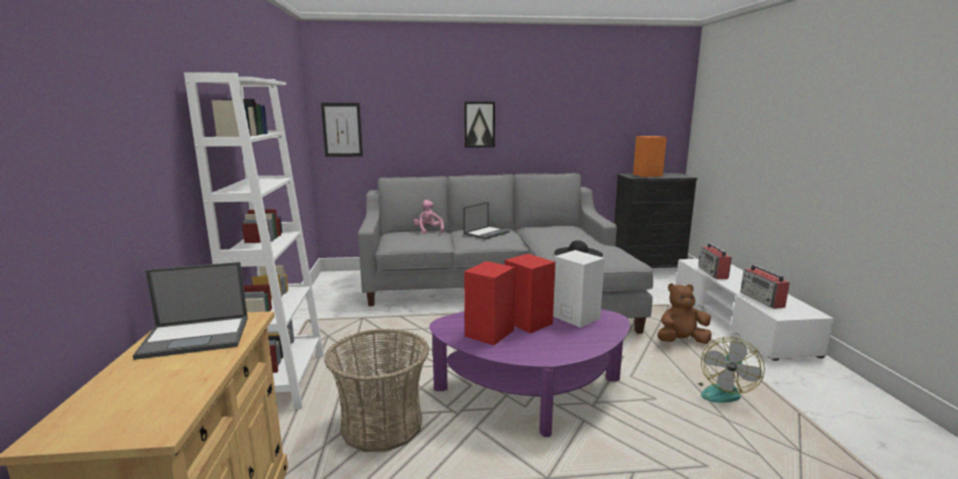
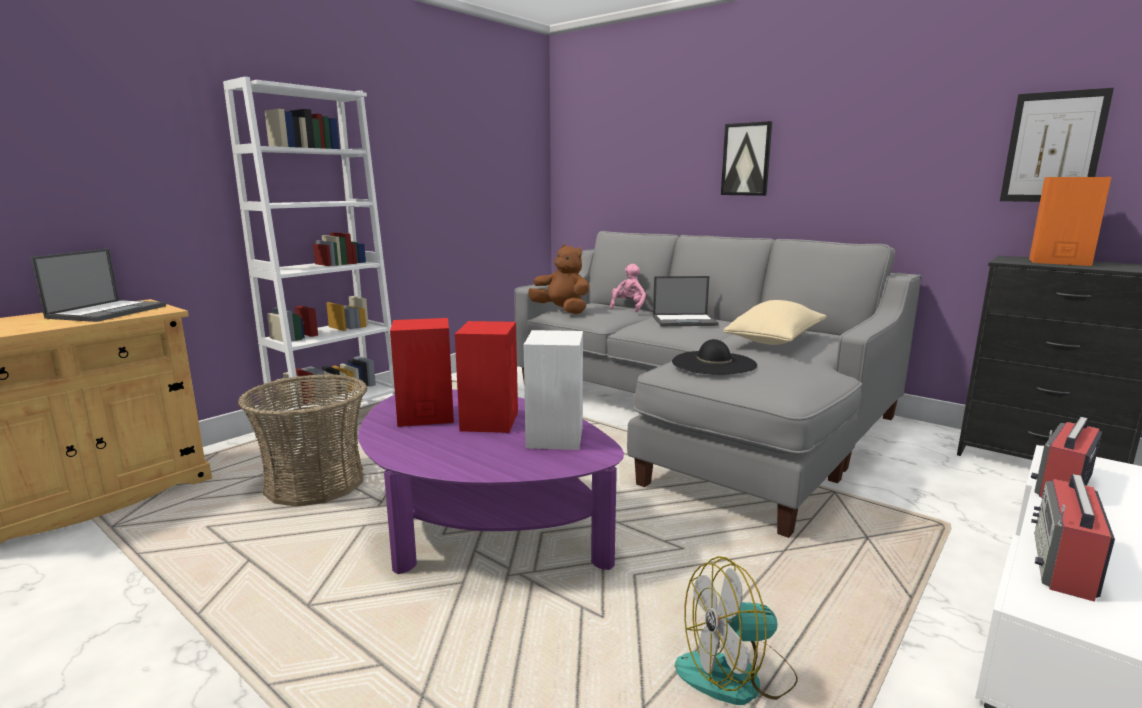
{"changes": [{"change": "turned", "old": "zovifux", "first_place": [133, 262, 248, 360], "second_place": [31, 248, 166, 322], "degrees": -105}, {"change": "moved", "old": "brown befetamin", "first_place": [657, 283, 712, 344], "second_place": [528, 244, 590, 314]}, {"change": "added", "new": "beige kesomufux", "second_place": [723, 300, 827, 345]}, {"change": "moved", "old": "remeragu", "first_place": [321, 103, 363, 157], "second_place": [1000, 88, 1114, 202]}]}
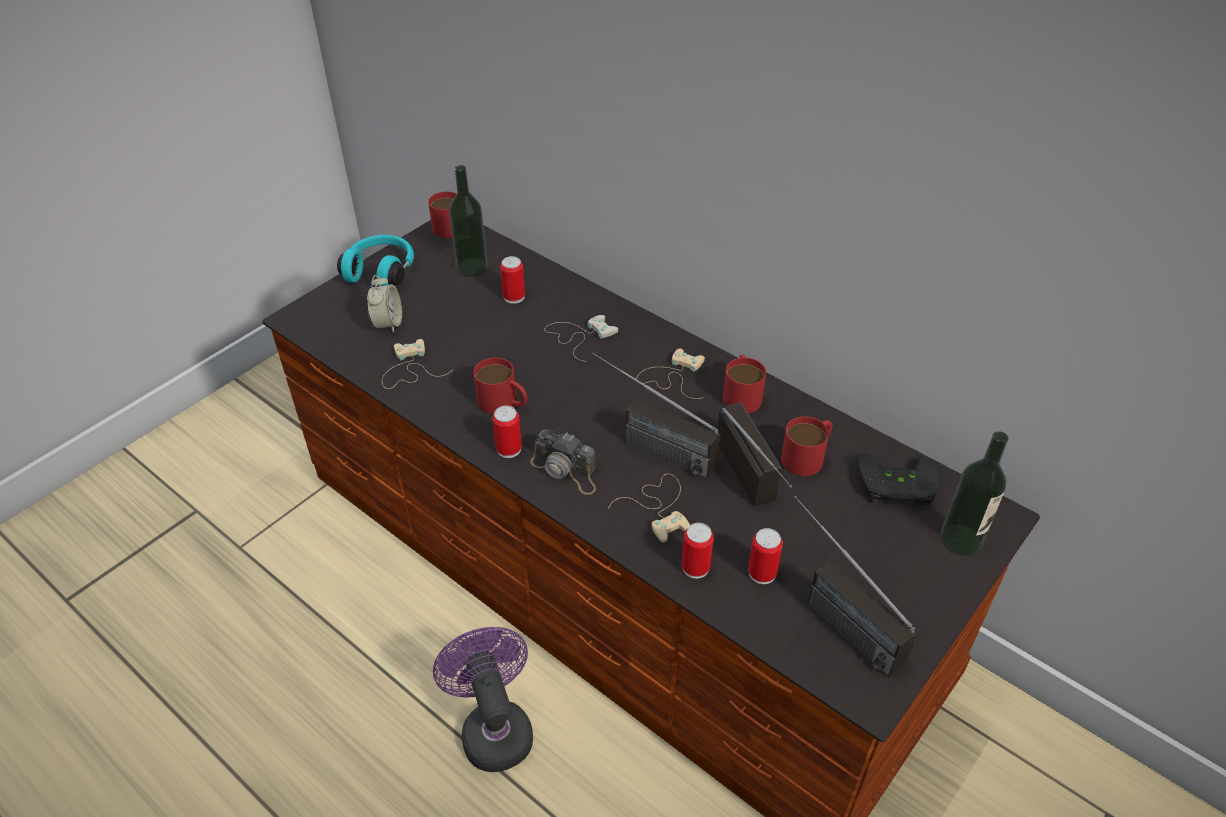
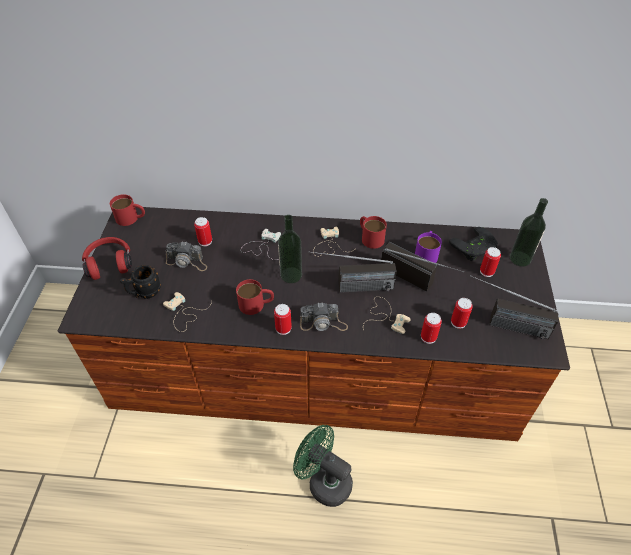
{"changes": [{"change": "recoloured", "old": "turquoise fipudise", "new": "red fipudise", "first_place": [337, 235, 414, 287], "second_place": [82, 237, 132, 280]}, {"change": "replaced", "old": "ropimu", "new": "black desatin", "first_place": [366, 275, 402, 333], "second_place": [120, 265, 161, 299]}, {"change": "added", "new": "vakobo", "second_place": [165, 241, 207, 271]}, {"change": "moved", "old": "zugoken", "first_place": [449, 165, 488, 277], "second_place": [278, 215, 302, 283]}, {"change": "recoloured", "old": "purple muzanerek", "new": "green muzanerek", "first_place": [433, 627, 533, 772], "second_place": [293, 425, 353, 507]}, {"change": "recoloured", "old": "red desatin", "new": "purple desatin", "first_place": [781, 416, 833, 476], "second_place": [415, 231, 442, 263]}, {"change": "added", "new": "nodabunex", "second_place": [480, 247, 501, 277]}]}
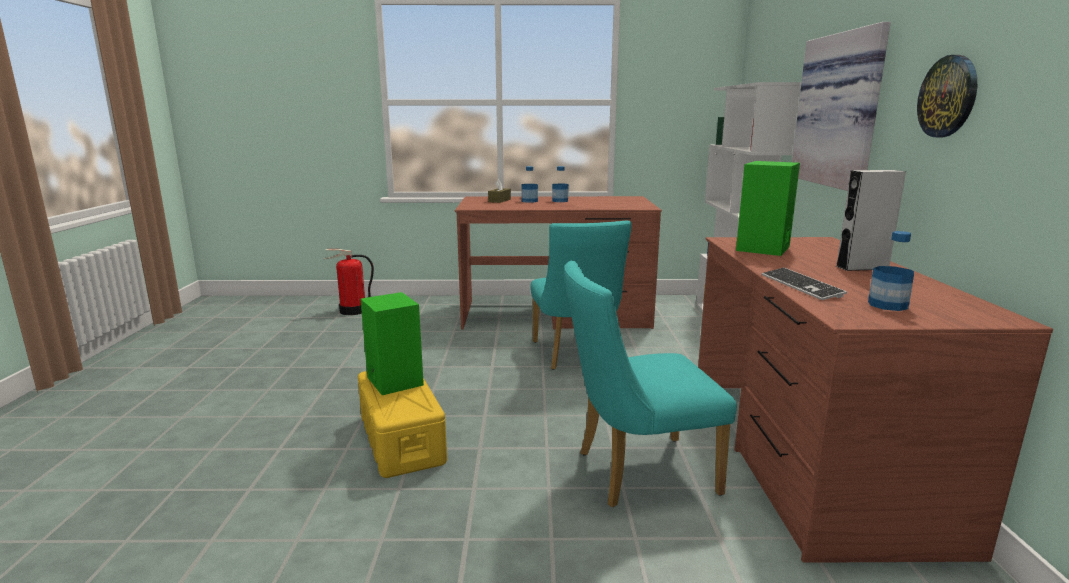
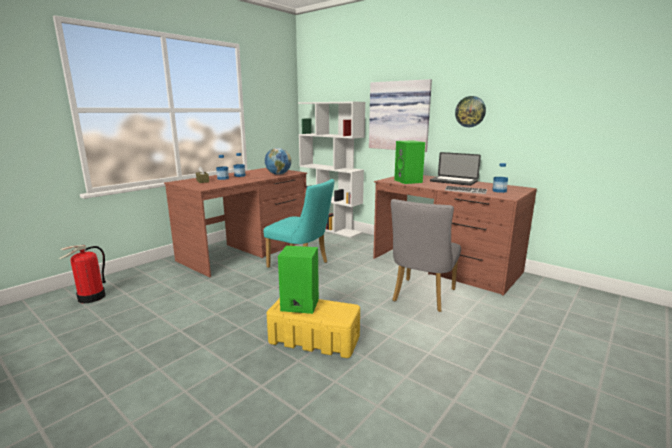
{"changes": [{"change": "added", "new": "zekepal", "second_place": [265, 148, 291, 175]}, {"change": "recoloured", "old": "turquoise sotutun", "new": "grey sotutun", "first_place": [564, 260, 737, 507], "second_place": [391, 199, 461, 312]}, {"change": "replaced", "old": "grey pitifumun", "new": "zovifux", "first_place": [836, 170, 906, 271], "second_place": [430, 152, 481, 186]}]}
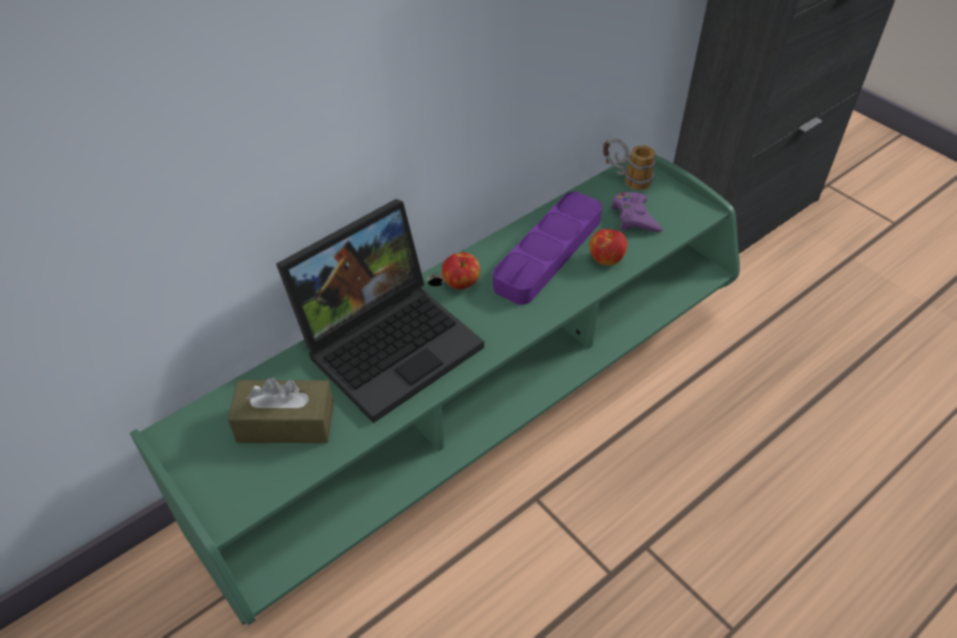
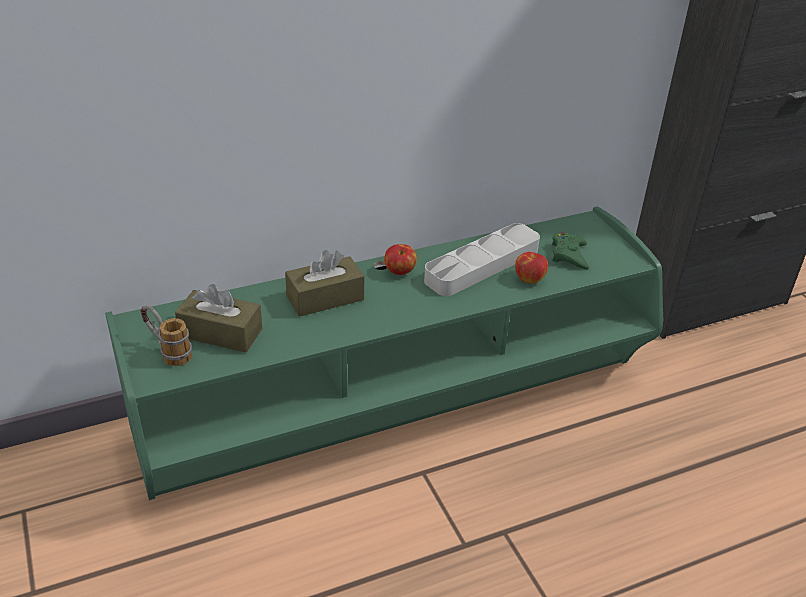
{"changes": [{"change": "moved", "old": "desatin", "first_place": [603, 139, 656, 190], "second_place": [140, 305, 192, 366]}, {"change": "replaced", "old": "zovifux", "new": "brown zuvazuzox", "first_place": [276, 199, 484, 423], "second_place": [285, 250, 364, 317]}, {"change": "recoloured", "old": "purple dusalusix", "new": "grey dusalusix", "first_place": [493, 192, 602, 305], "second_place": [424, 223, 540, 296]}, {"change": "recoloured", "old": "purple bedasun", "new": "green bedasun", "first_place": [611, 192, 662, 232], "second_place": [552, 233, 589, 269]}]}
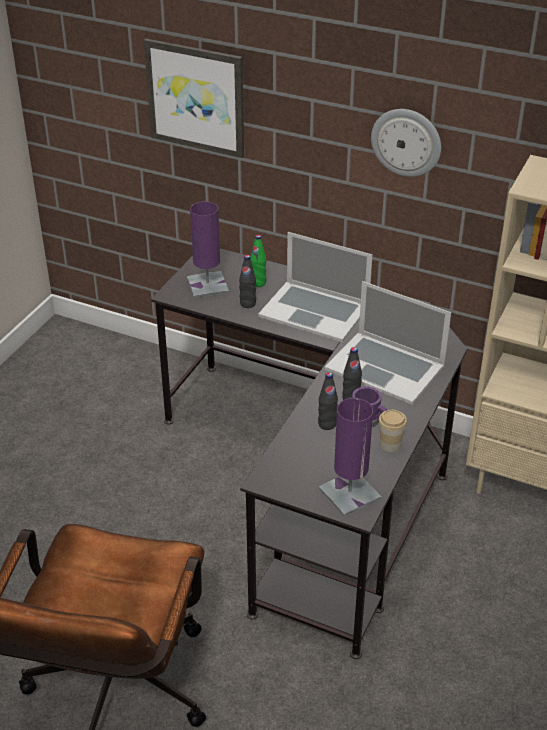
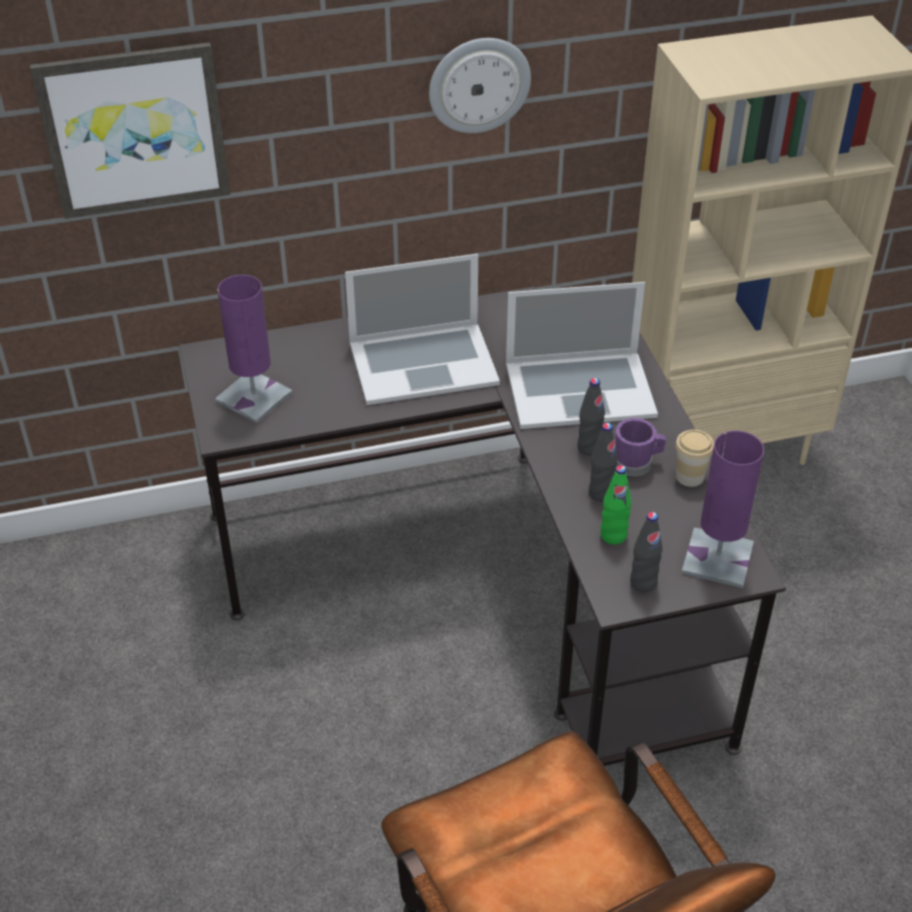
{"changes": [{"change": "moved", "old": "green zugoken", "first_place": [250, 235, 266, 287], "second_place": [601, 465, 631, 545]}, {"change": "moved", "old": "black zugoken", "first_place": [239, 255, 256, 308], "second_place": [630, 512, 663, 592]}]}
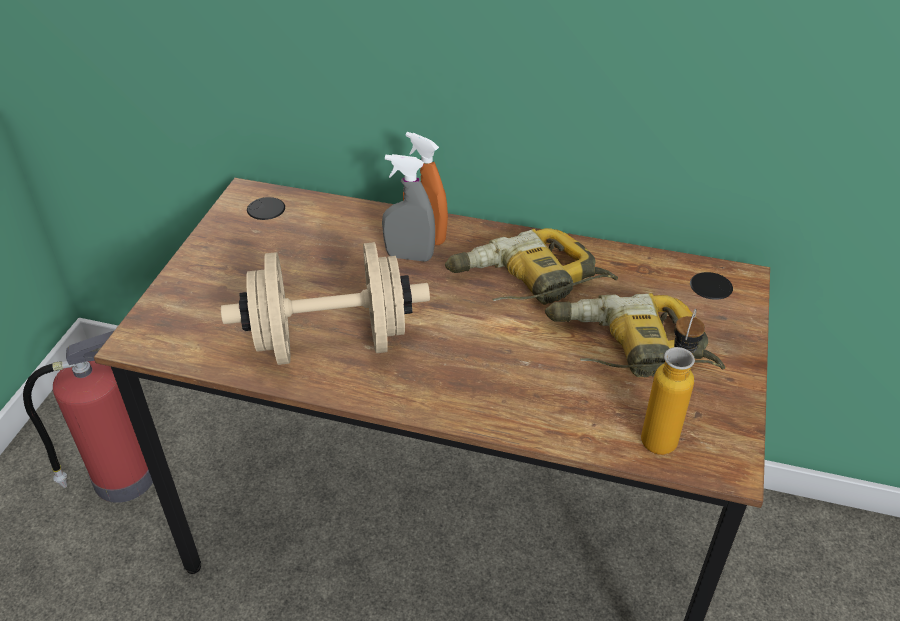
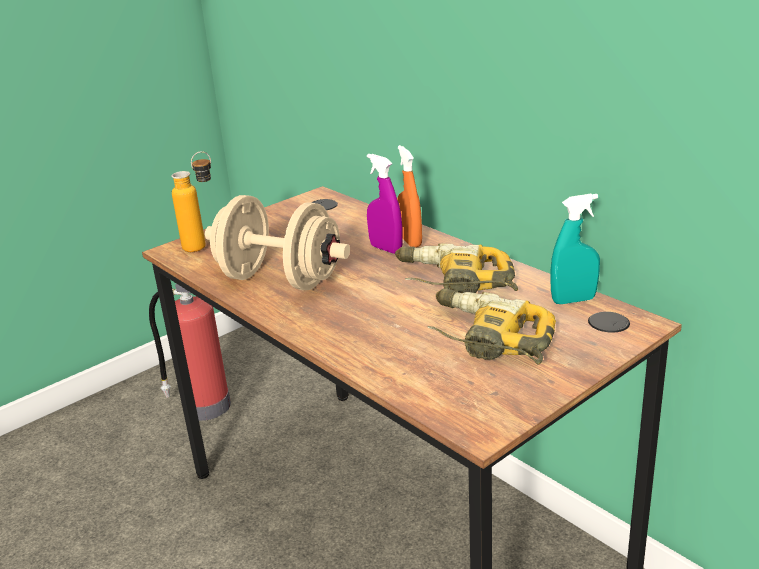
{"changes": [{"change": "moved", "old": "zugoken", "first_place": [641, 309, 705, 455], "second_place": [171, 151, 211, 252]}, {"change": "recoloured", "old": "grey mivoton", "new": "purple mivoton", "first_place": [382, 154, 435, 262], "second_place": [367, 154, 403, 254]}, {"change": "added", "new": "turquoise mivoton", "second_place": [550, 193, 600, 304]}]}
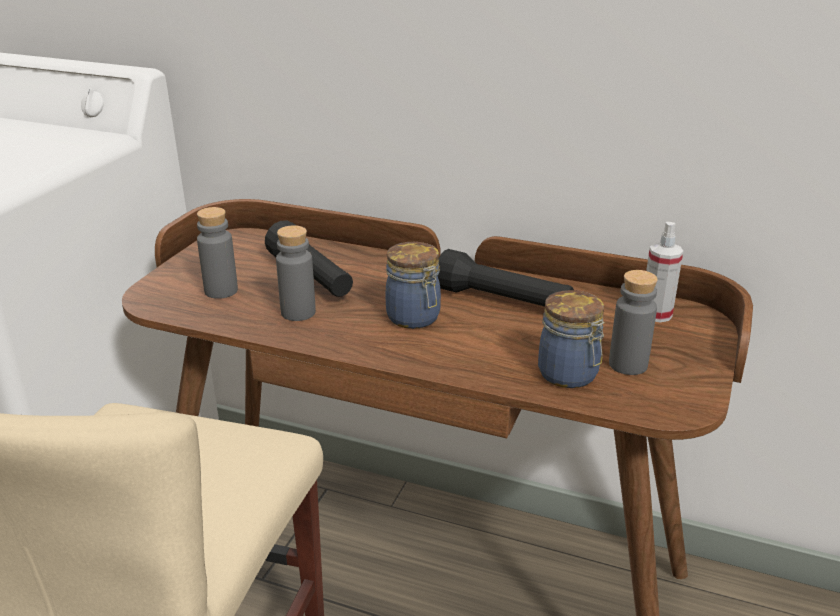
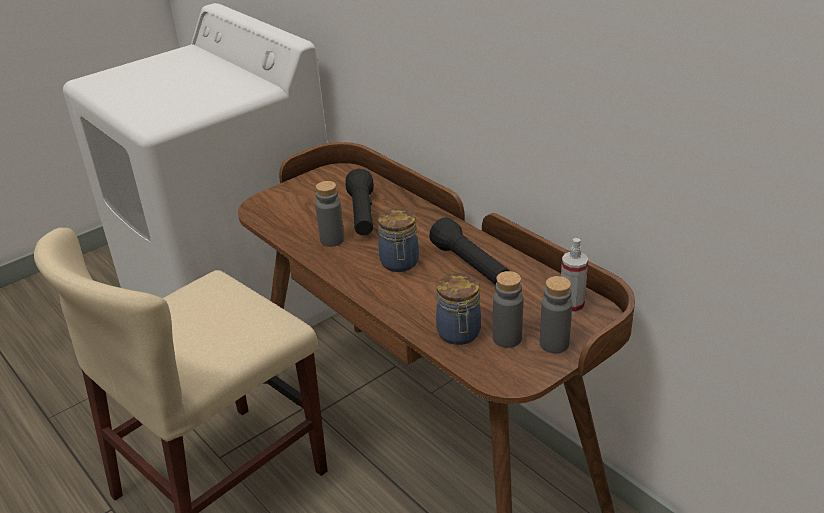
{"changes": [{"change": "moved", "old": "grey zugoken", "first_place": [197, 207, 238, 299], "second_place": [540, 276, 572, 353]}]}
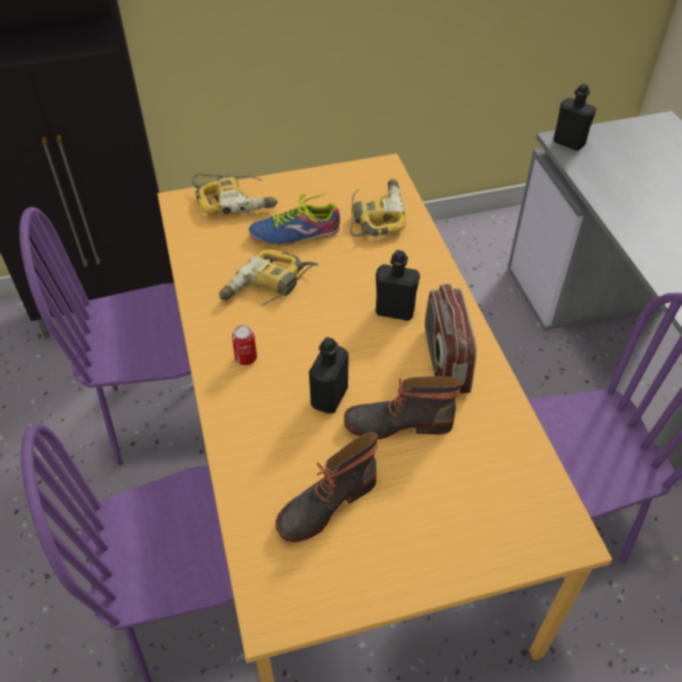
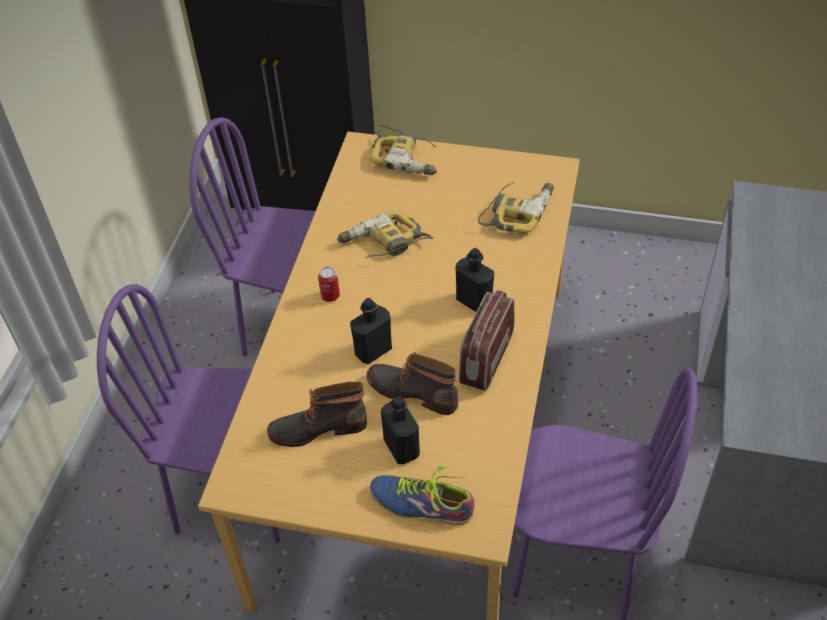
{"changes": [{"change": "moved", "old": "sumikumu", "first_place": [248, 193, 340, 246], "second_place": [370, 464, 475, 525]}, {"change": "moved", "old": "black zugoken", "first_place": [553, 83, 596, 151], "second_place": [381, 396, 420, 464]}]}
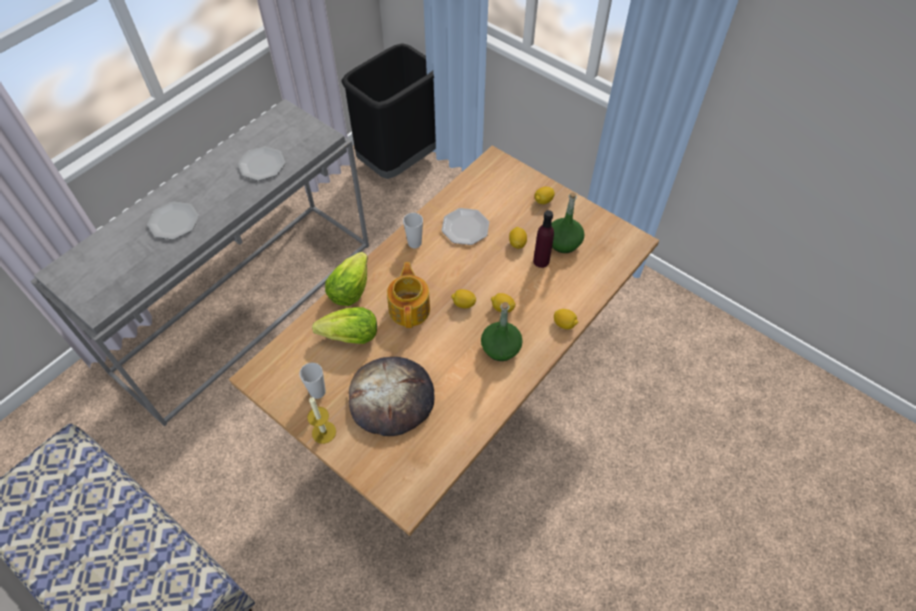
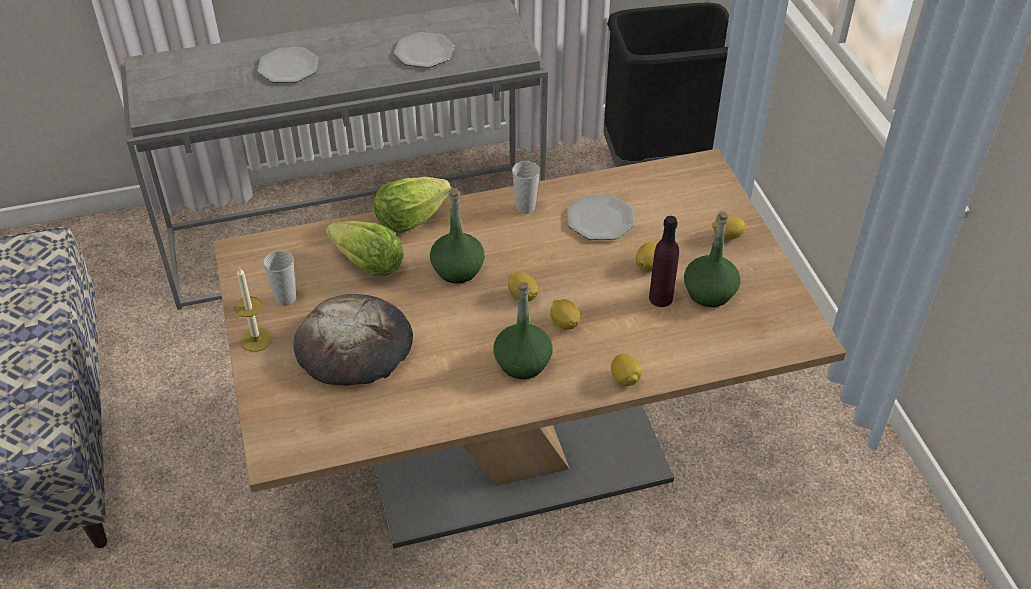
{"changes": [{"change": "replaced", "old": "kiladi", "new": "green zugoken", "first_place": [387, 262, 430, 328], "second_place": [430, 188, 485, 283]}]}
